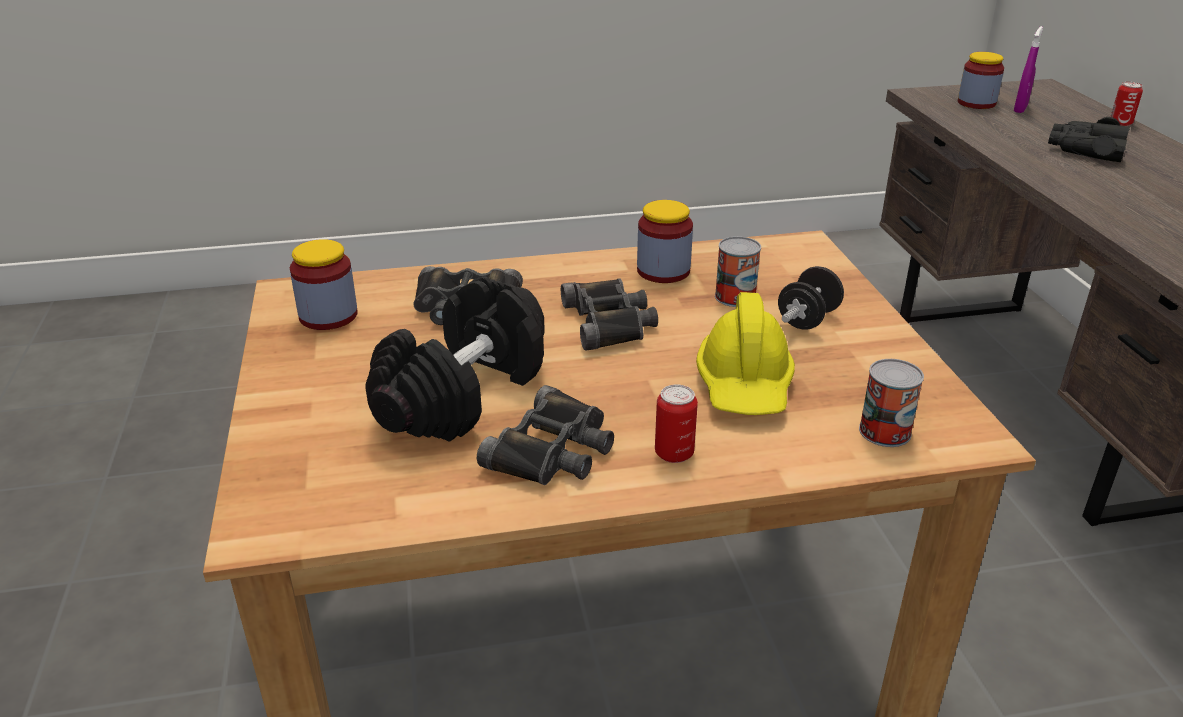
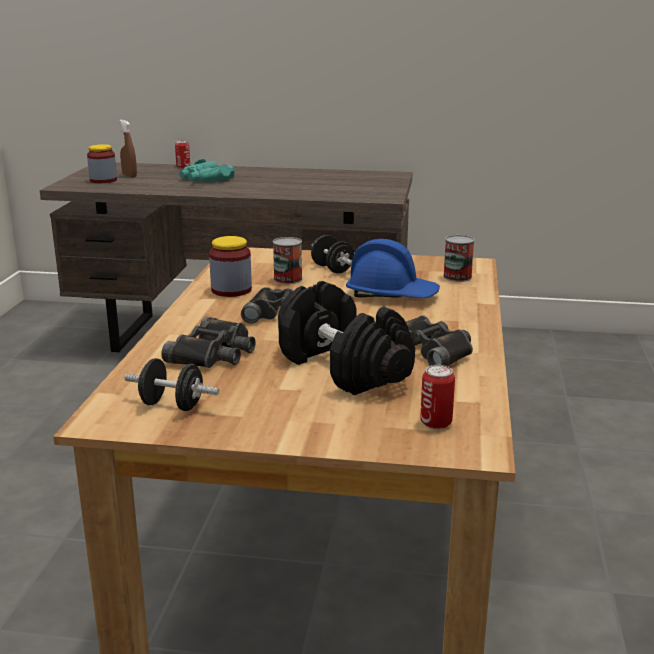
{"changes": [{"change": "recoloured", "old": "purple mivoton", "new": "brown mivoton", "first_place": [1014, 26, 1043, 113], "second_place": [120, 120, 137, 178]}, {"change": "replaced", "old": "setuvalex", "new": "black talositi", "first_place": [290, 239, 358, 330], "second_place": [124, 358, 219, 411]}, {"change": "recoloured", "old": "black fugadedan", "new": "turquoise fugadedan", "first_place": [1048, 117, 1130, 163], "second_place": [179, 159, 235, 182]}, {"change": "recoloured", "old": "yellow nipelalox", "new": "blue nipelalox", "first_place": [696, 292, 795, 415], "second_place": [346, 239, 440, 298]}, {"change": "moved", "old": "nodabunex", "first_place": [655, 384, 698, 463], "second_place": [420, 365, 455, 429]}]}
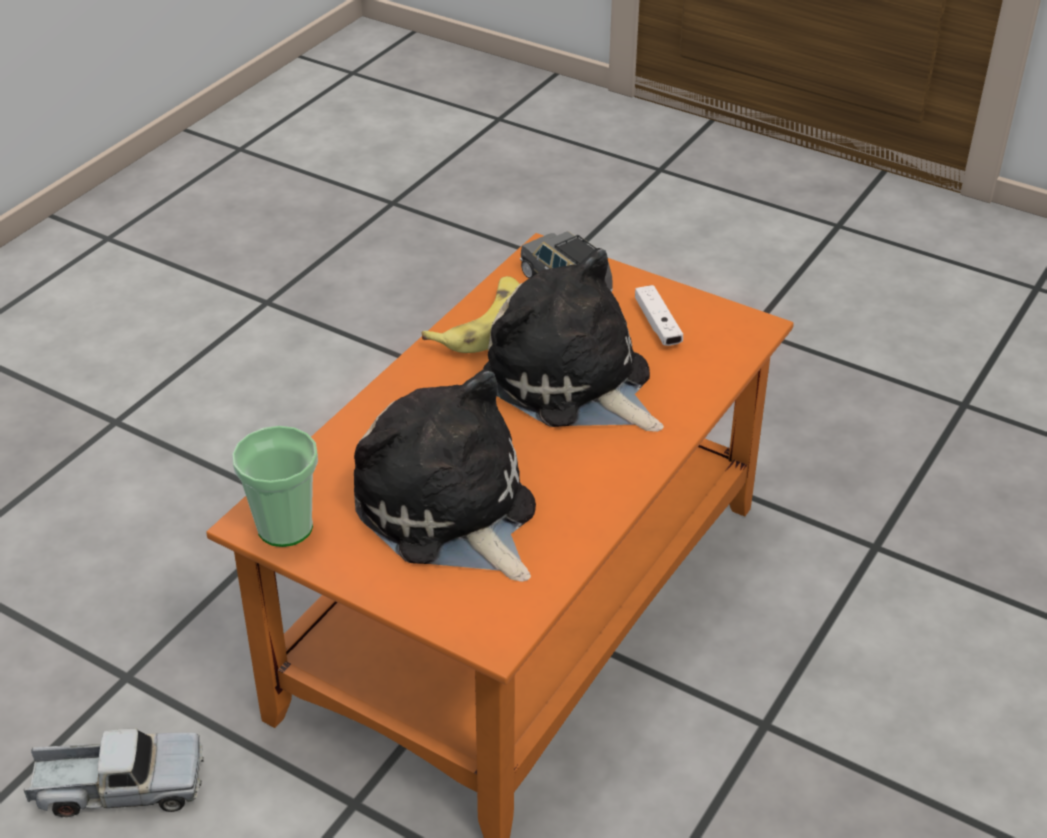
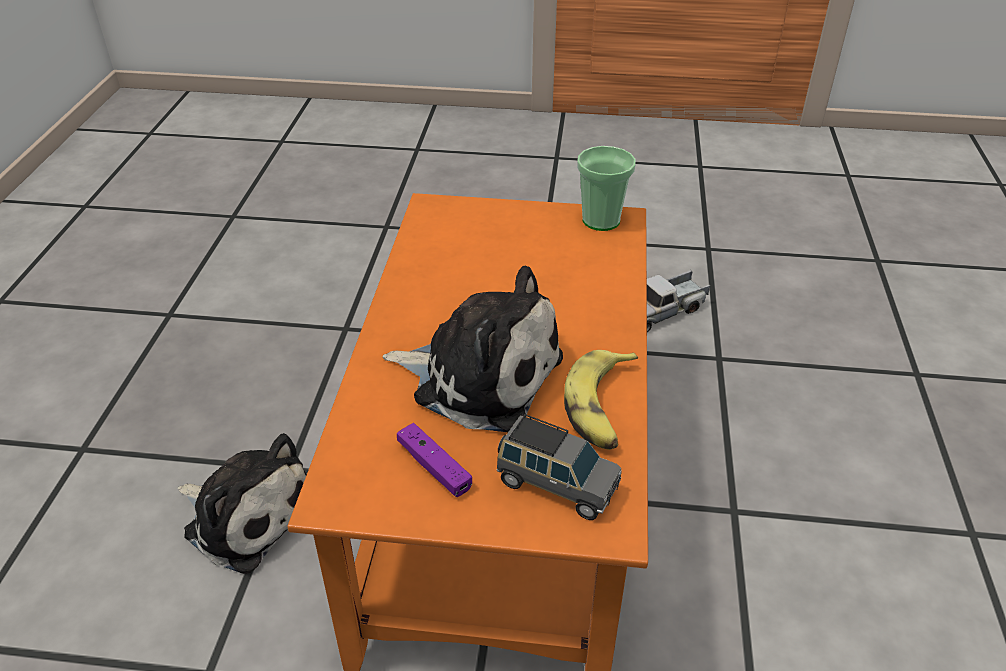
{"changes": [{"change": "moved", "old": "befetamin", "first_place": [354, 369, 536, 582], "second_place": [178, 433, 307, 574]}, {"change": "recoloured", "old": "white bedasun", "new": "purple bedasun", "first_place": [635, 285, 683, 346], "second_place": [397, 423, 472, 497]}]}
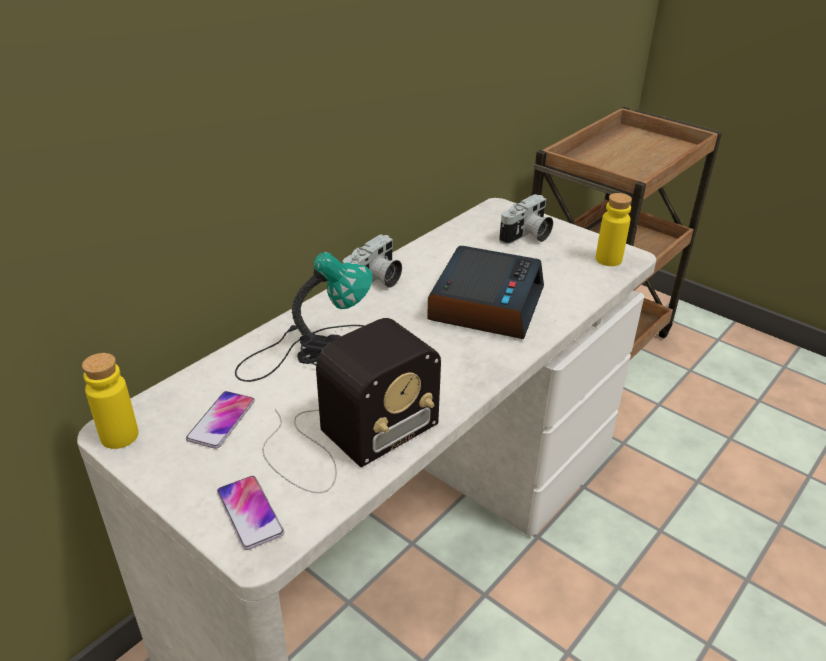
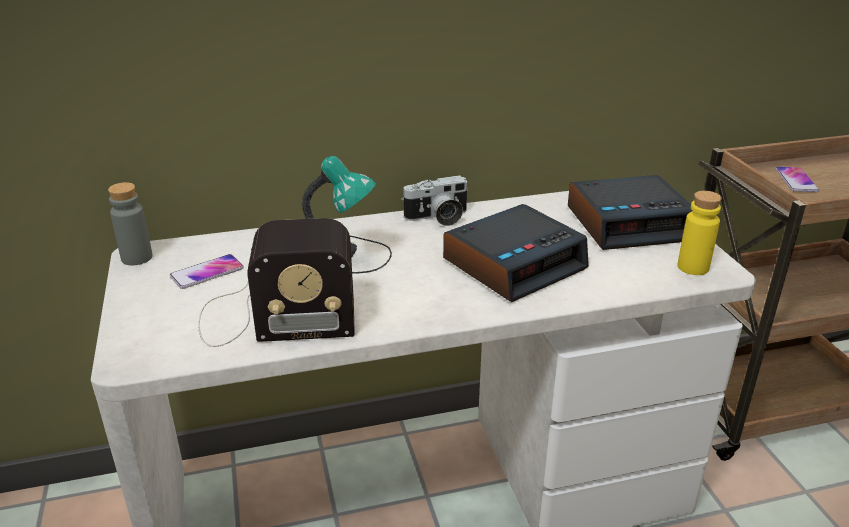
{"changes": [{"change": "recoloured", "old": "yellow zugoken", "new": "grey zugoken", "first_place": [82, 353, 139, 449], "second_place": [108, 182, 153, 265]}, {"change": "replaced", "old": "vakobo", "new": "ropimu", "first_place": [499, 194, 553, 244], "second_place": [568, 175, 692, 250]}, {"change": "moved", "old": "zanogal", "first_place": [217, 476, 284, 550], "second_place": [775, 166, 819, 192]}]}
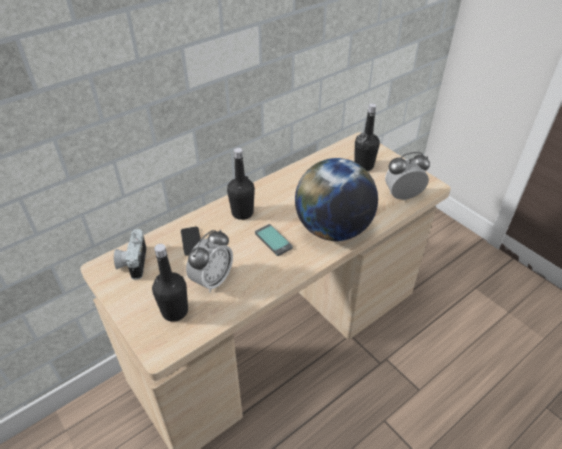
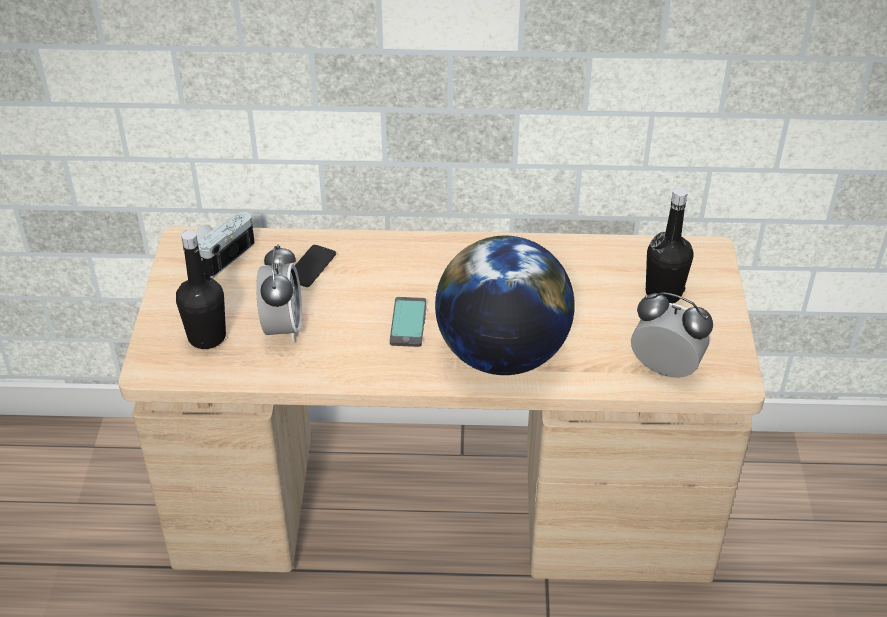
{"changes": [{"change": "turned", "old": "ropimu", "first_place": [186, 230, 233, 293], "second_place": [256, 244, 302, 342], "degrees": -75}, {"change": "removed", "old": "black zugoken", "first_place": [227, 148, 255, 220]}]}
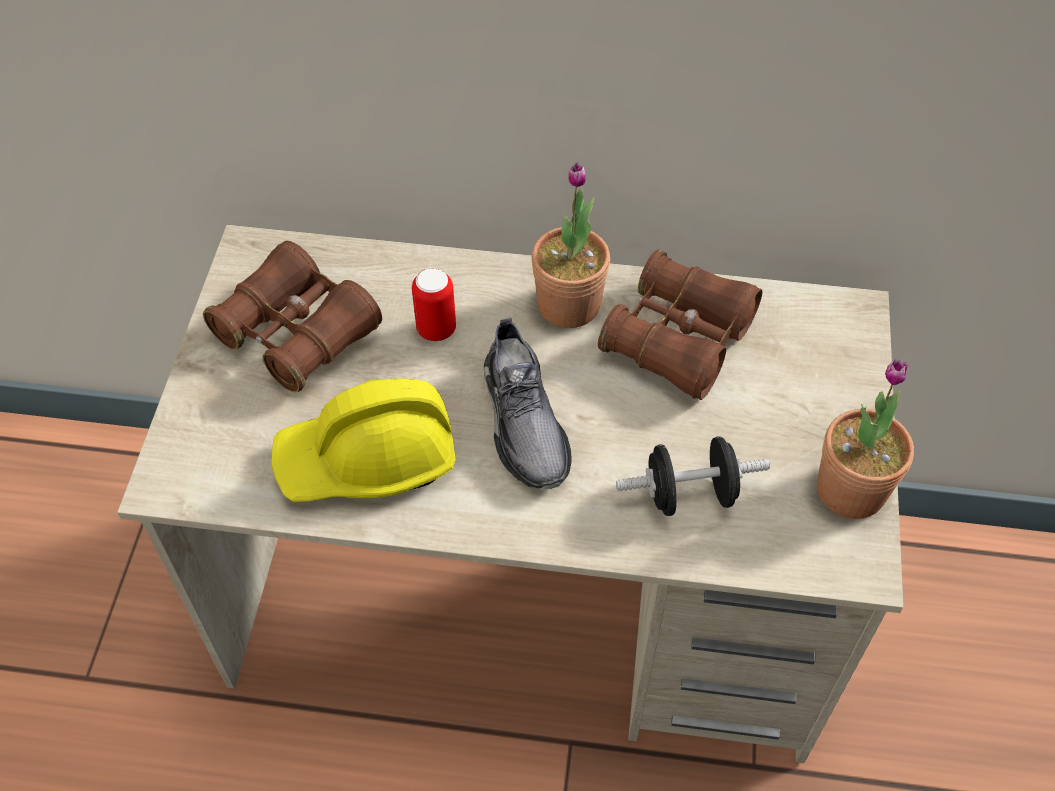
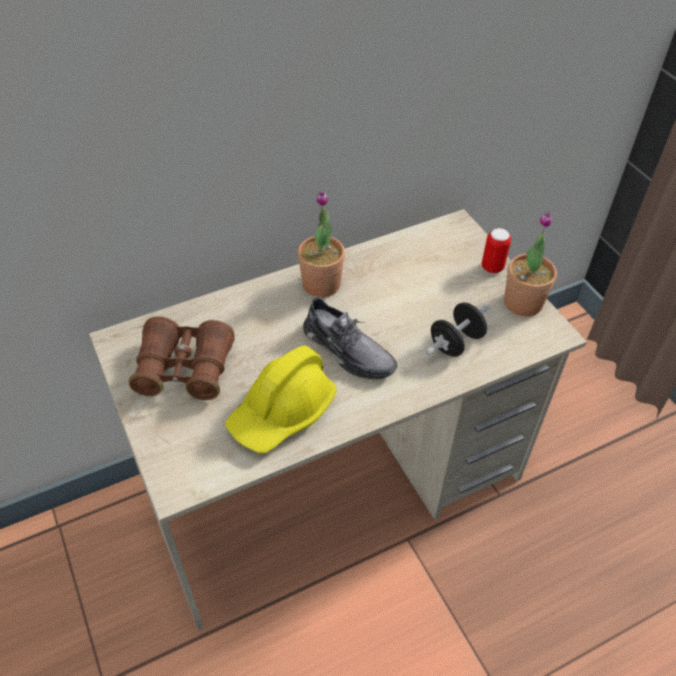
{"changes": [{"change": "moved", "old": "nodabunex", "first_place": [412, 268, 456, 342], "second_place": [482, 228, 511, 273]}, {"change": "removed", "old": "brown fugadedan", "first_place": [598, 249, 762, 400]}]}
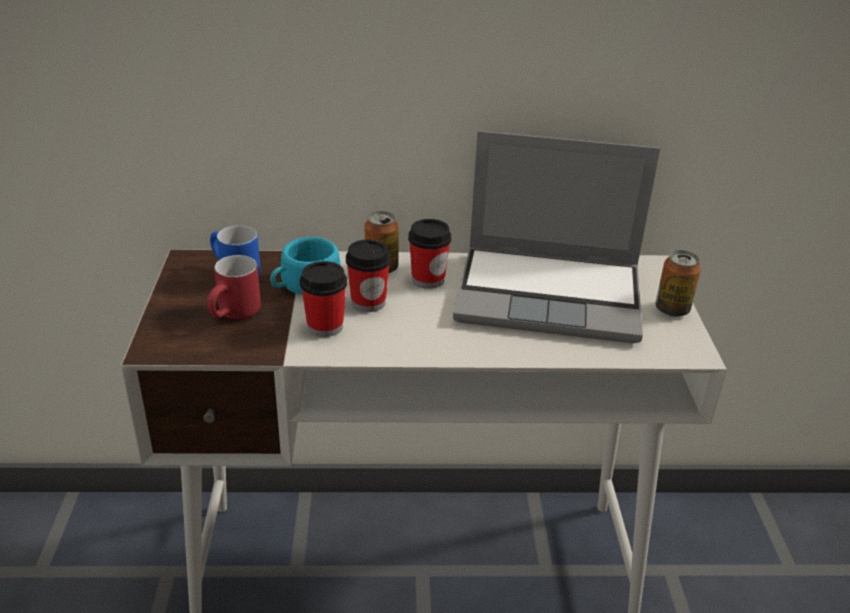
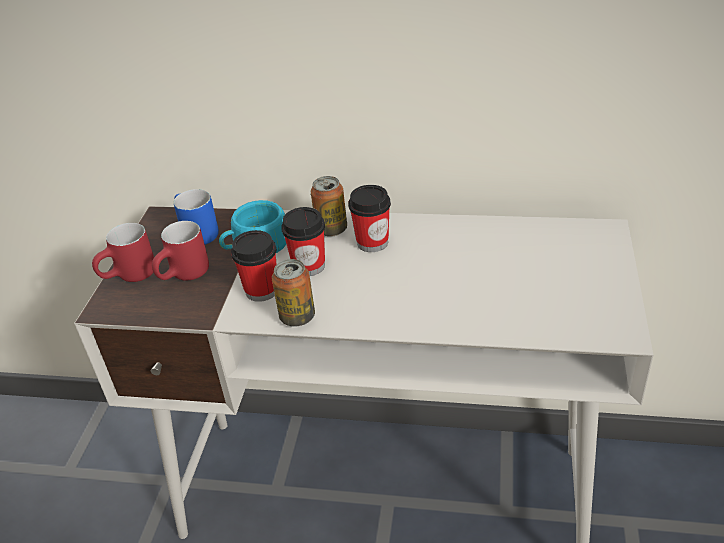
{"changes": [{"change": "added", "new": "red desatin", "second_place": [92, 223, 154, 282]}, {"change": "moved", "old": "nodabunex", "first_place": [655, 250, 701, 317], "second_place": [272, 259, 315, 327]}, {"change": "removed", "old": "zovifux", "first_place": [453, 131, 660, 343]}]}
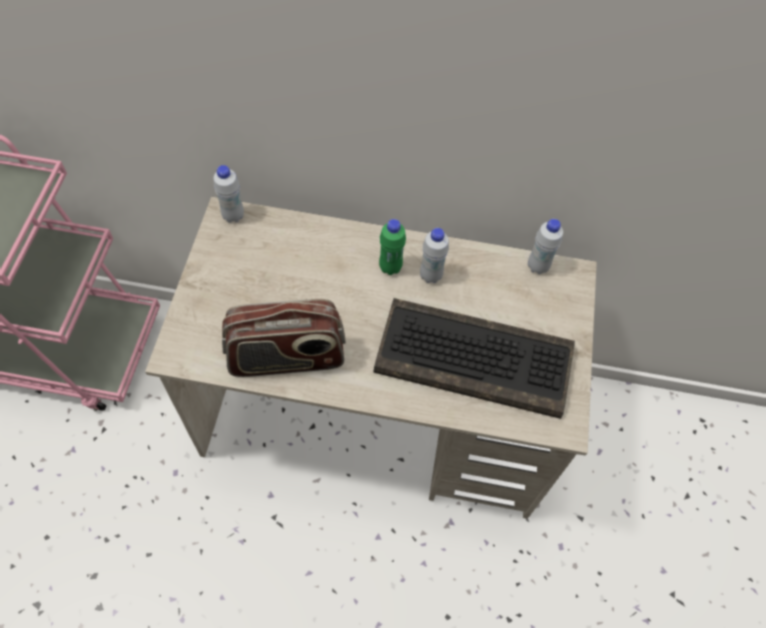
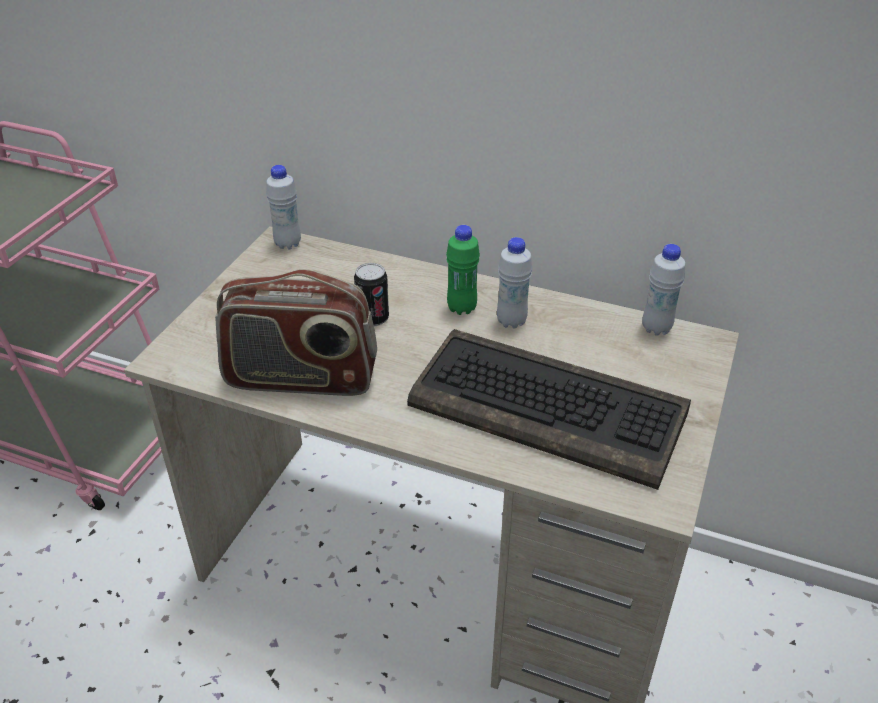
{"changes": [{"change": "added", "new": "nodabunex", "second_place": [354, 263, 389, 327]}]}
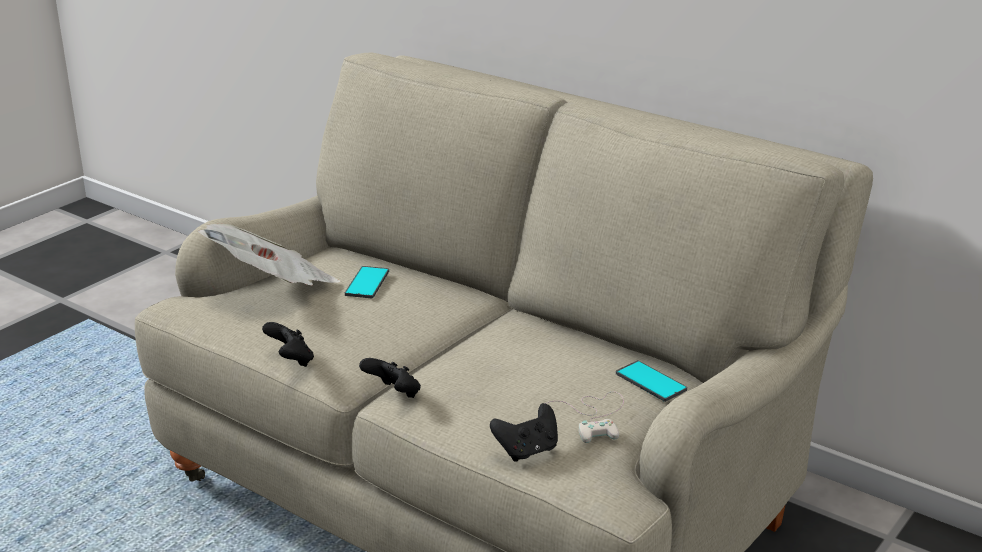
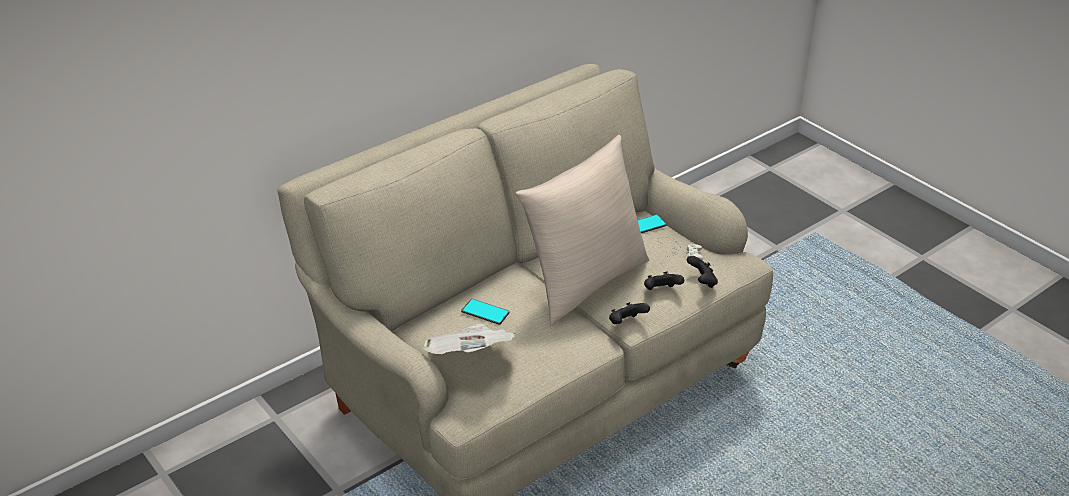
{"changes": [{"change": "added", "new": "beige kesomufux", "second_place": [516, 135, 649, 326]}, {"change": "moved", "old": "black bedasun", "first_place": [262, 322, 314, 367], "second_place": [644, 272, 684, 290]}]}
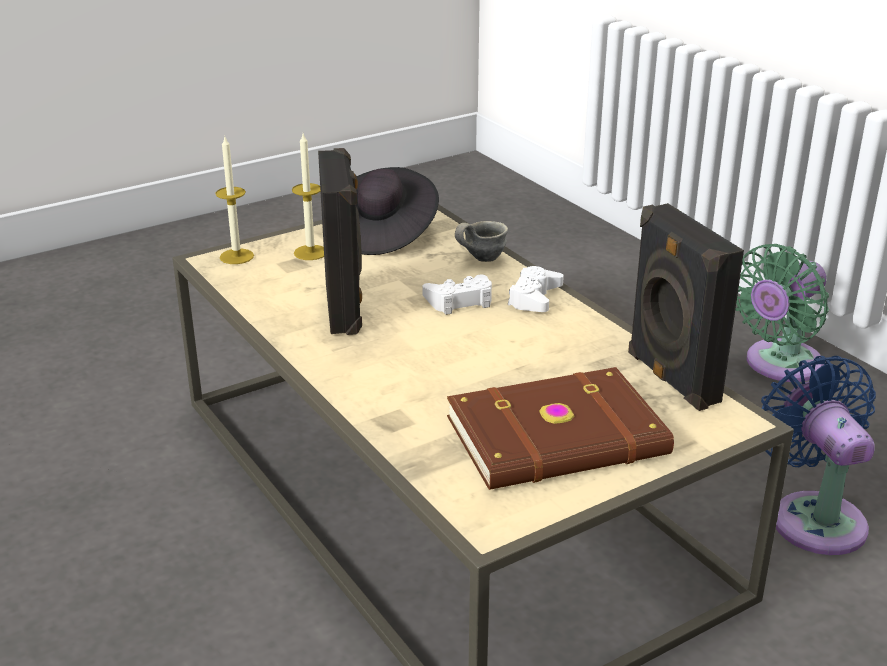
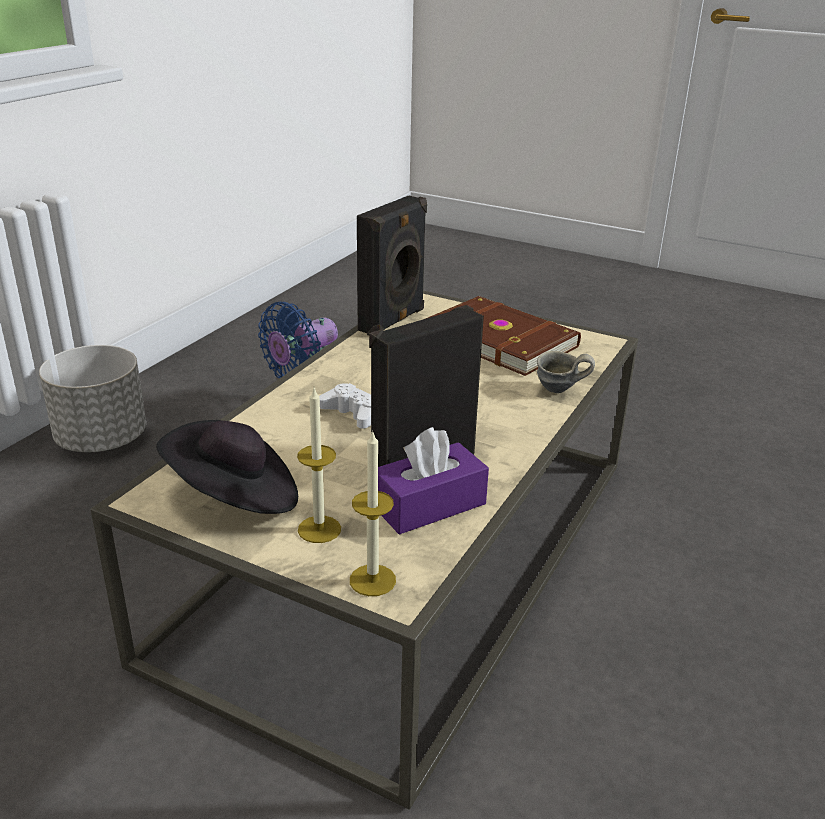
{"changes": [{"change": "replaced", "old": "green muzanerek", "new": "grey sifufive", "first_place": [735, 244, 829, 382], "second_place": [39, 345, 146, 452]}, {"change": "added", "new": "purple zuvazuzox", "second_place": [378, 427, 489, 535]}, {"change": "moved", "old": "grey desatin", "first_place": [455, 221, 508, 262], "second_place": [537, 351, 595, 393]}, {"change": "removed", "old": "white bedasun", "first_place": [508, 266, 564, 312]}]}
